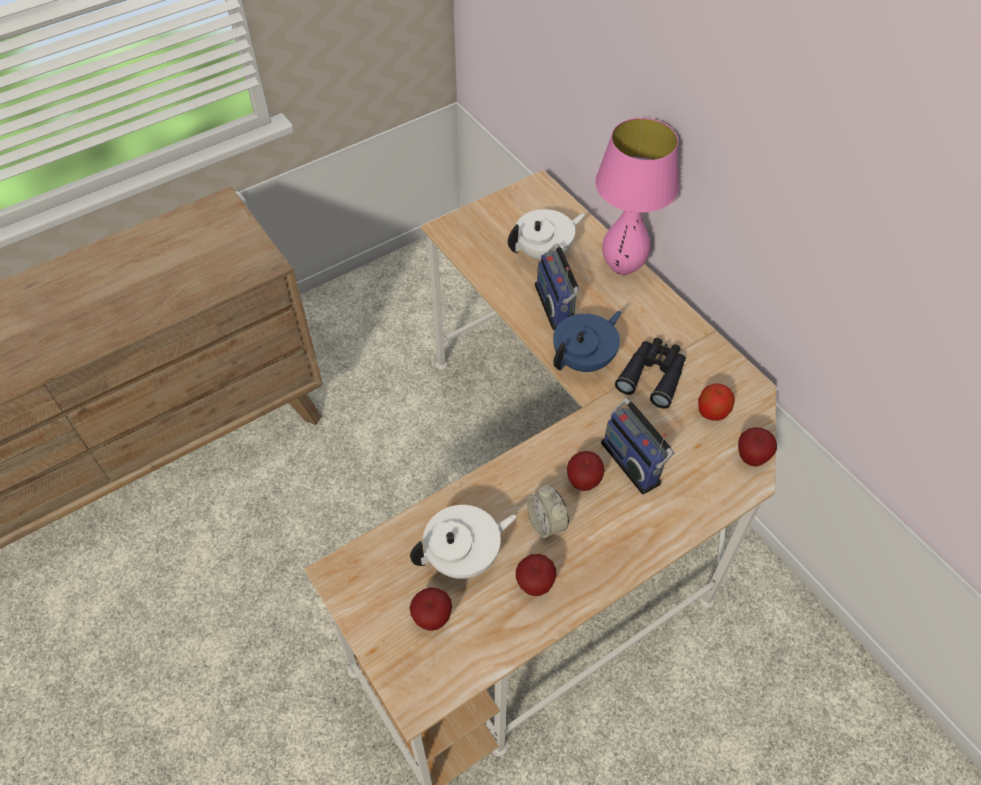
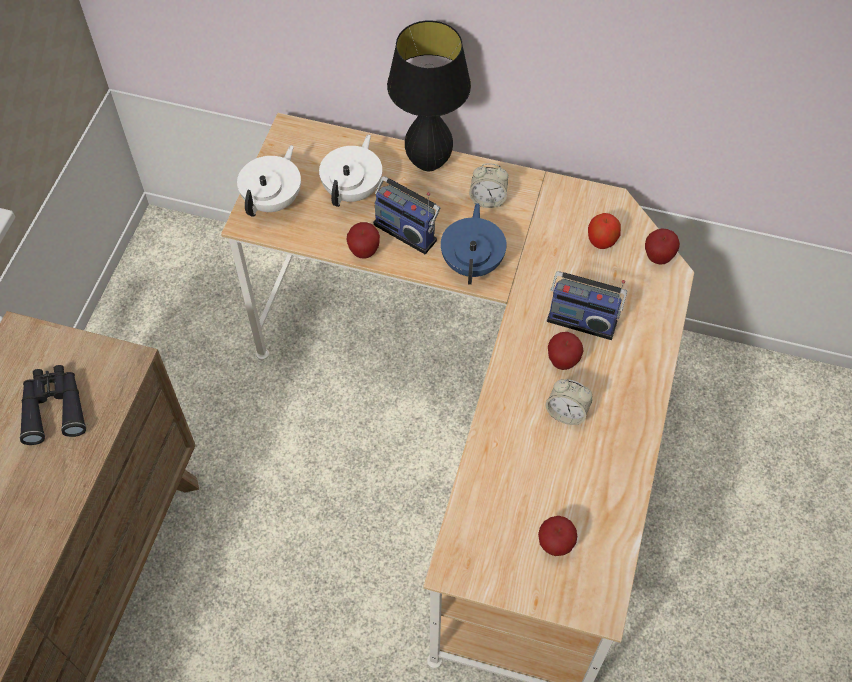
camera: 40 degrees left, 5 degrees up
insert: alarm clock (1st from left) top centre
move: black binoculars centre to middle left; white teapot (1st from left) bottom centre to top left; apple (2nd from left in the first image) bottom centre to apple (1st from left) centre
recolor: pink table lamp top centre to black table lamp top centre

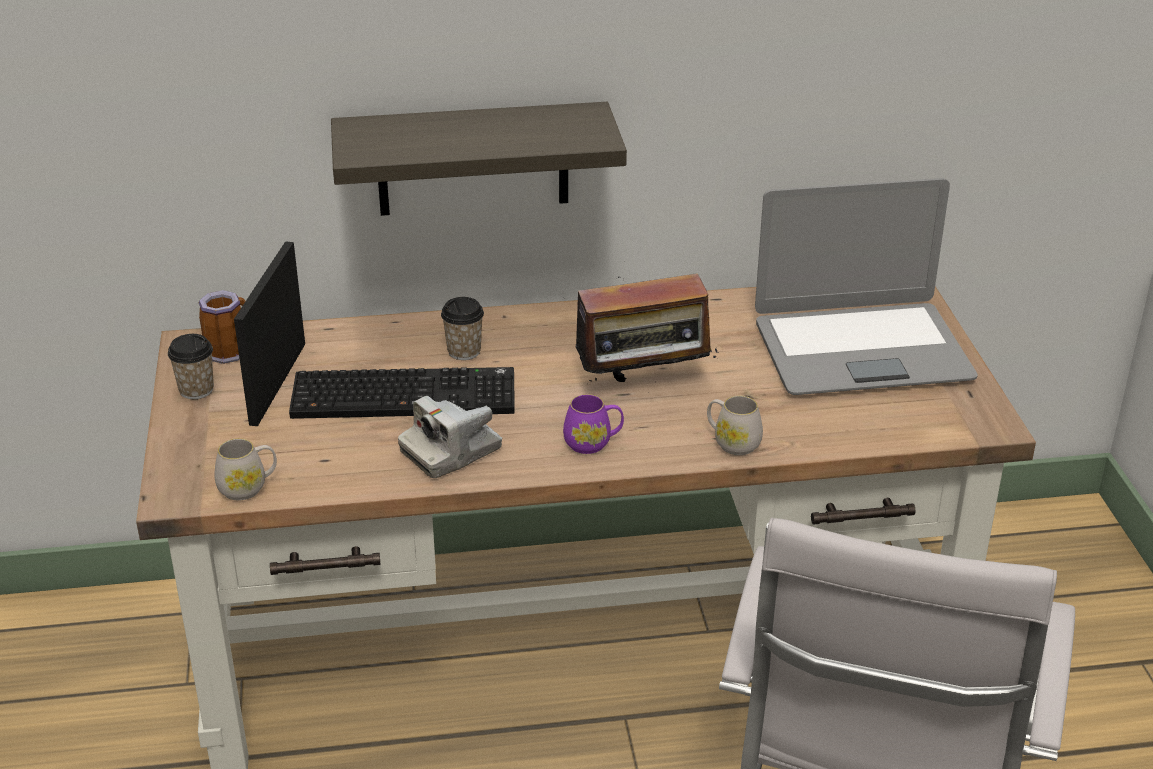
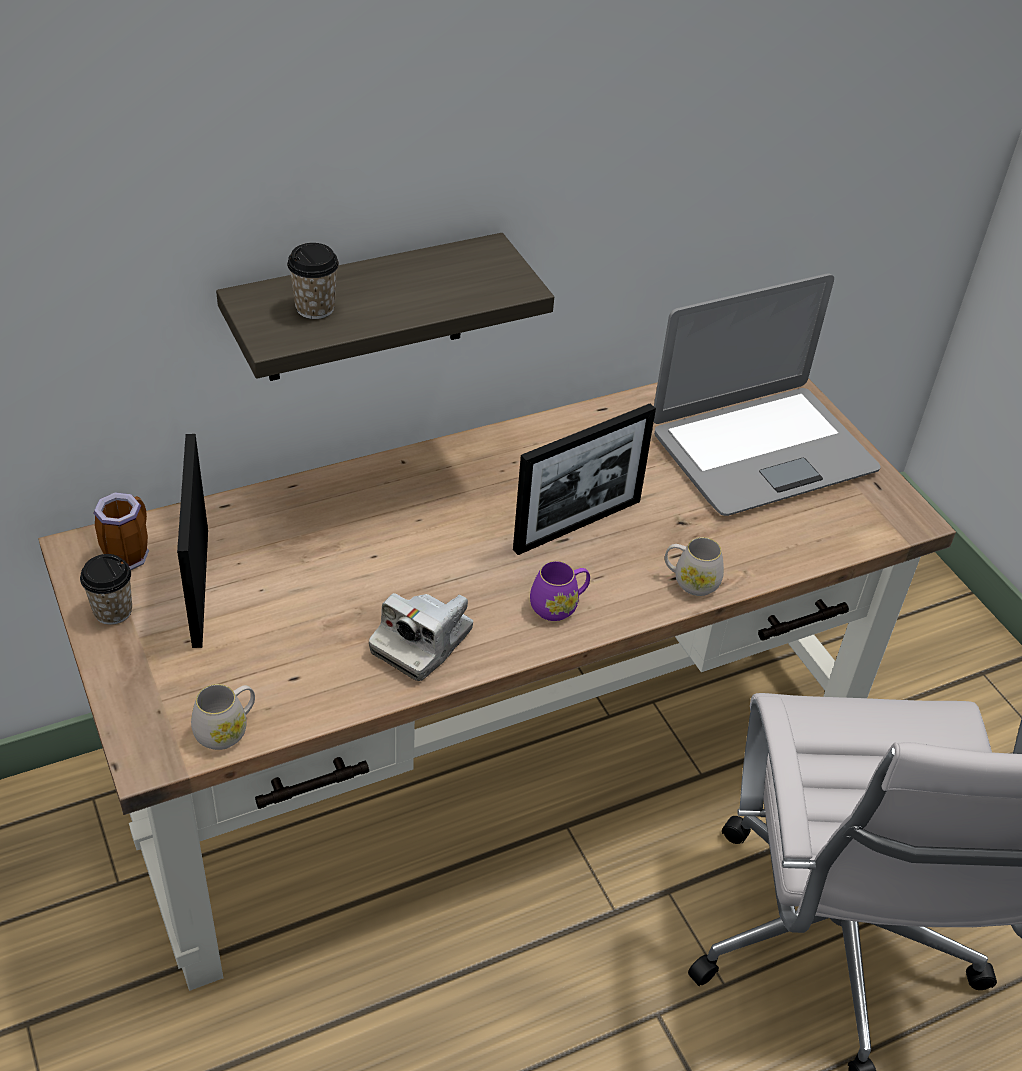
camera: 20 degrees left, 10 degrees up
delete: keyboard centre
move: cup (2nd from left) centre to top left
replace: radio centre to picture frame (2nd from left) centre

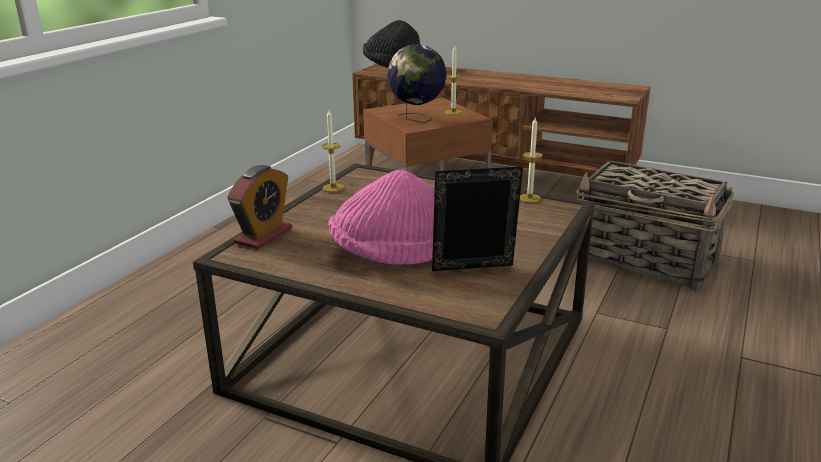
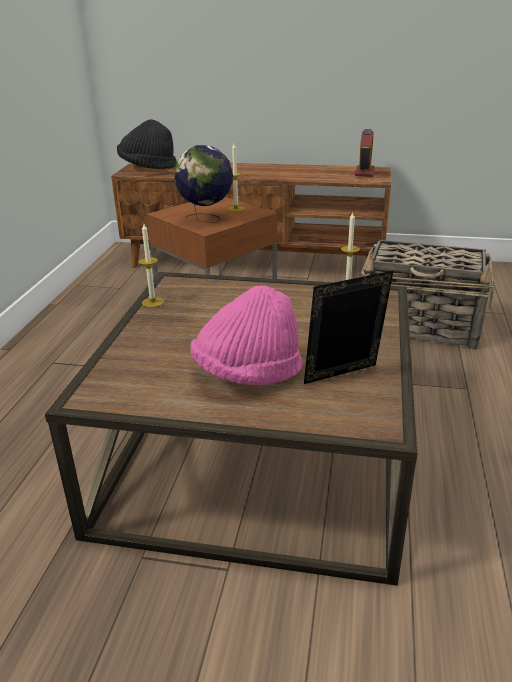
camera: 15 degrees left, 5 degrees up
move: alarm clock middle left to top right

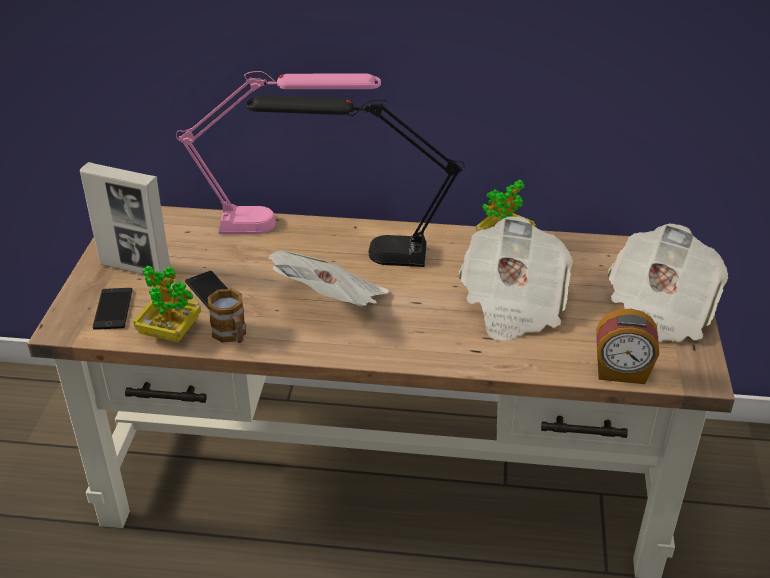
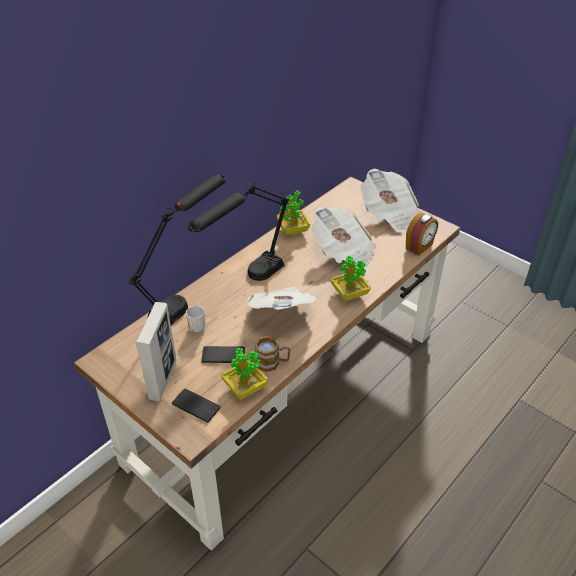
camera: 55 degrees left, 5 degrees up
insert: potted plant (3rd from left) centre; mug (1st from left) centre
recolor: pink table lamp top centre to black table lamp (1st from left) middle left
rotate: picture frame middle left = middle left 45 degrees counterclockwise

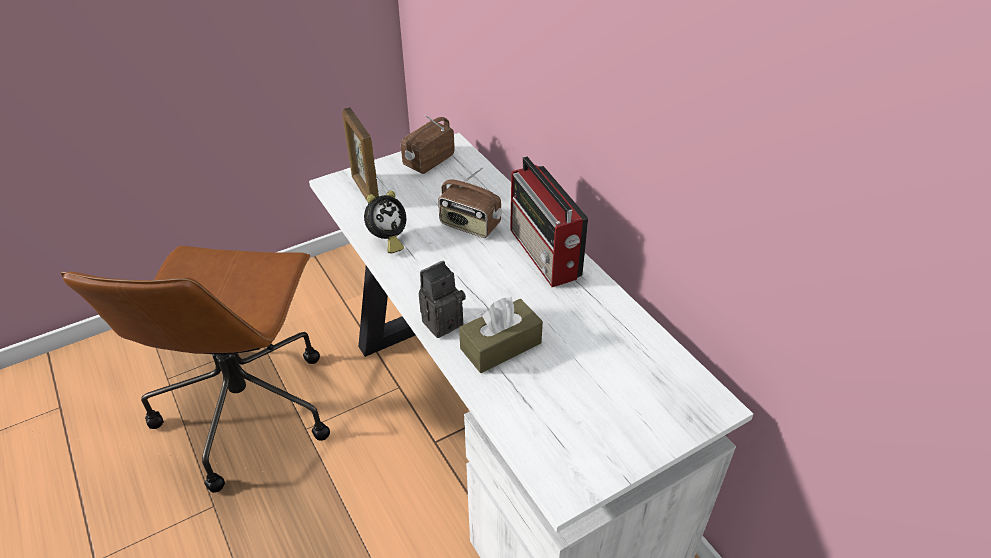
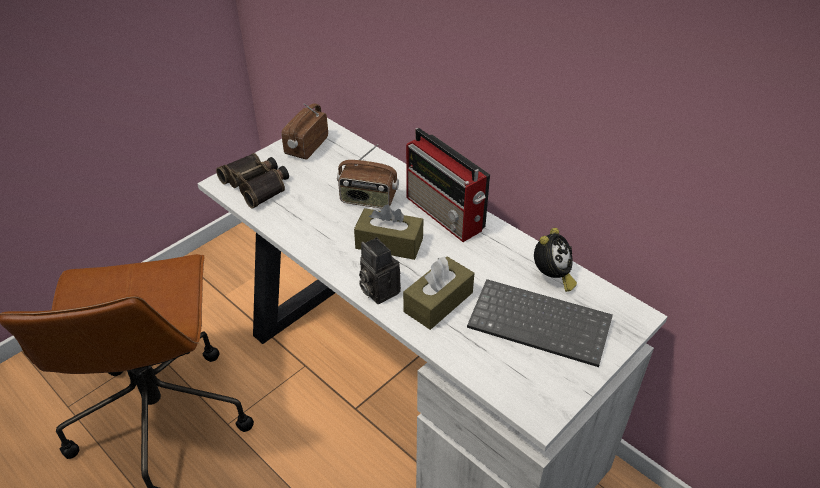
camera: 15 degrees left, 0 degrees up
insert: brown tissue box (1st from left) centre; keyboard centre
move: alarm clock centre to middle right
replace: picture frame top centre to binoculars middle left
rotate: photo camera centre = centre 75 degrees counterclockwise

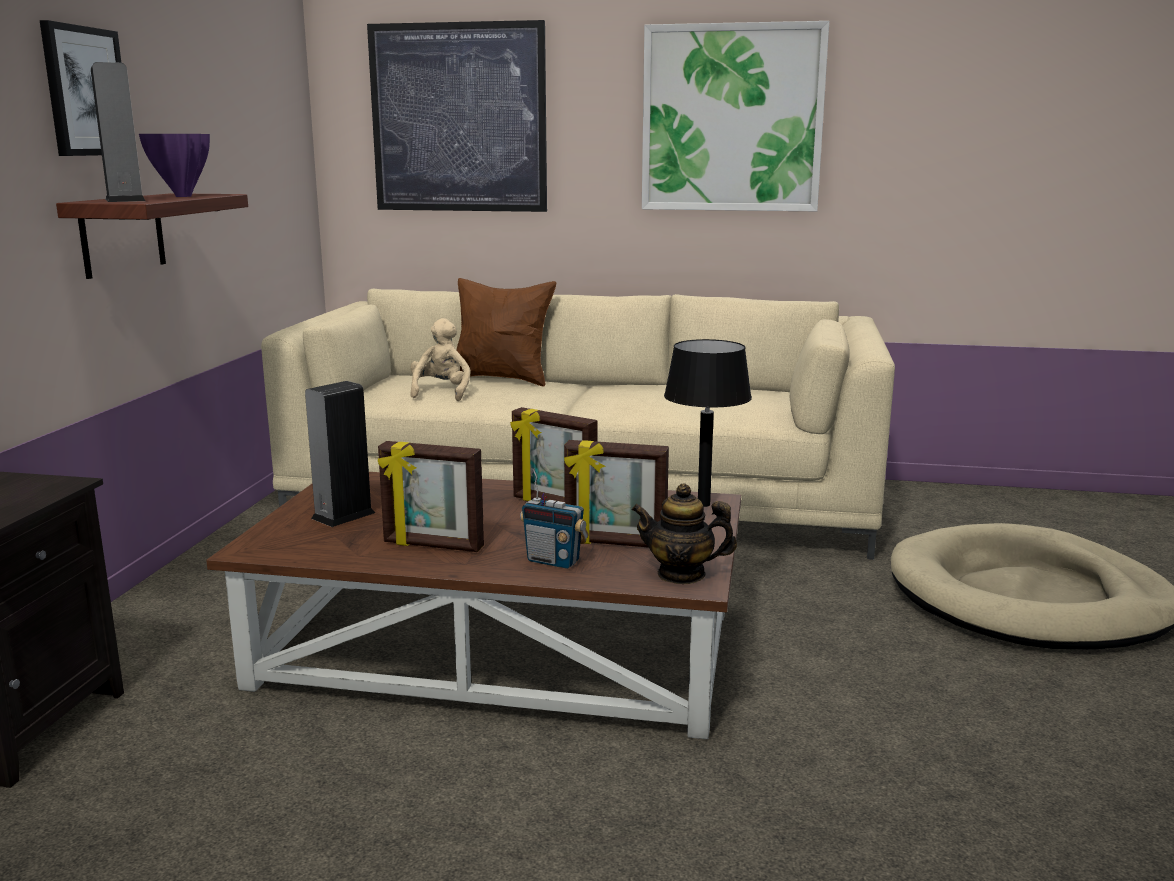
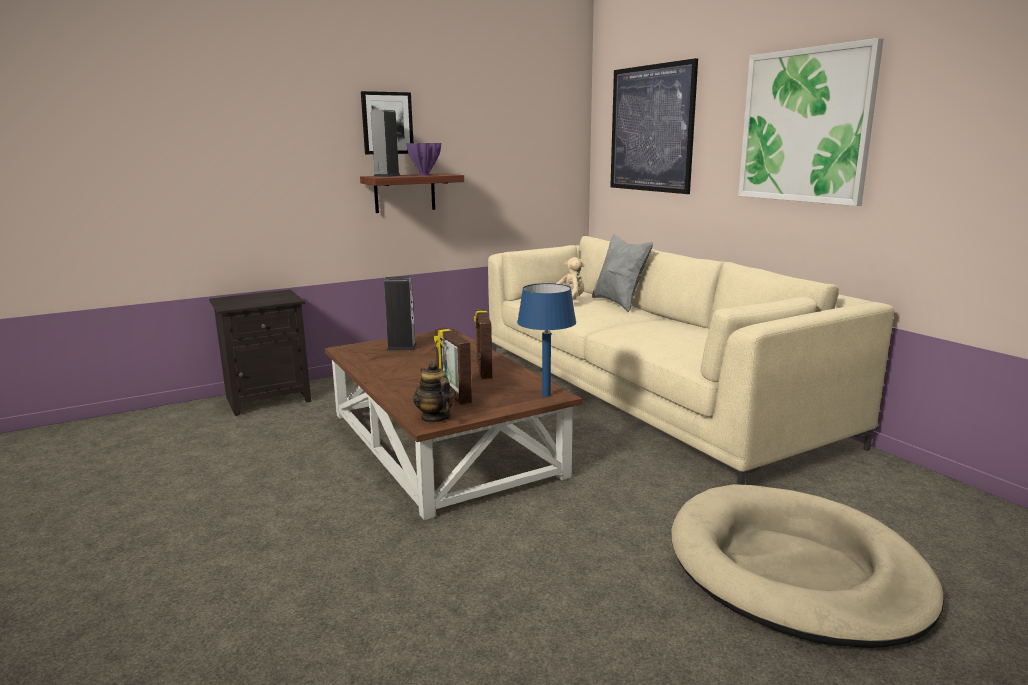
camera: 50 degrees right, 0 degrees up
delete: picture frame (1st from left) centre; radio centre
recolor: brown pillow centre to grey pillow centre; black table lamp centre to blue table lamp centre

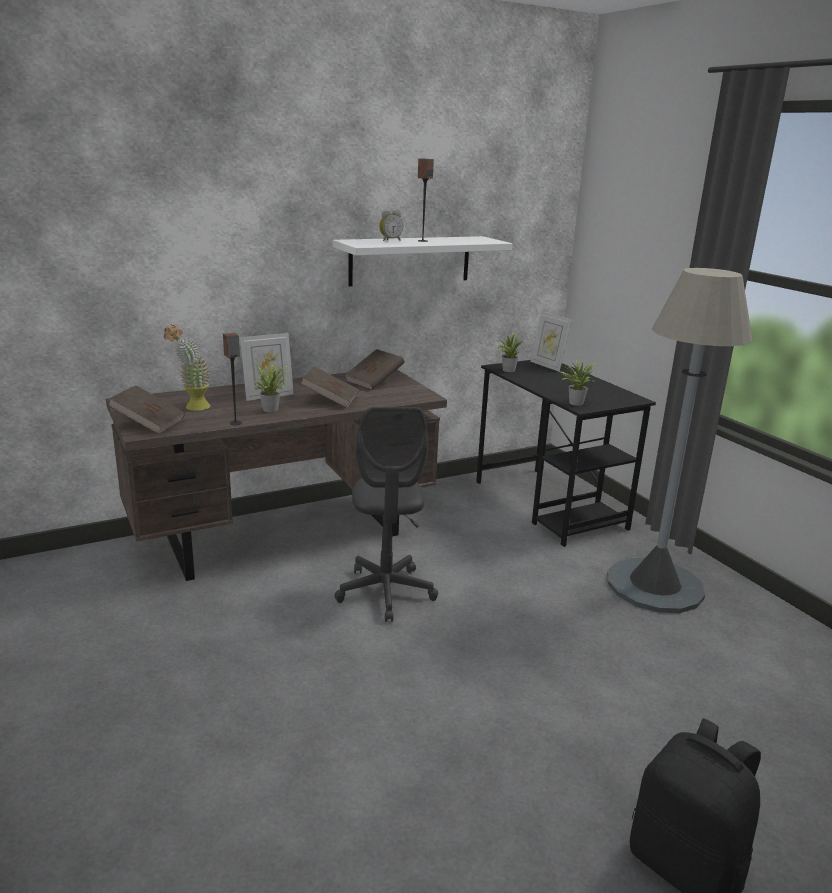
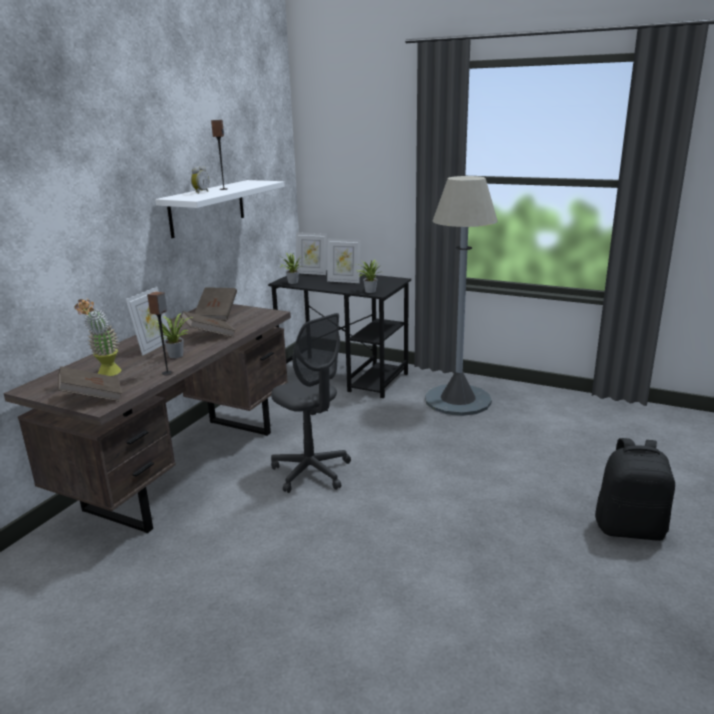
camera: 35 degrees left, 0 degrees up
insert: picture frame (3rd from left) centre

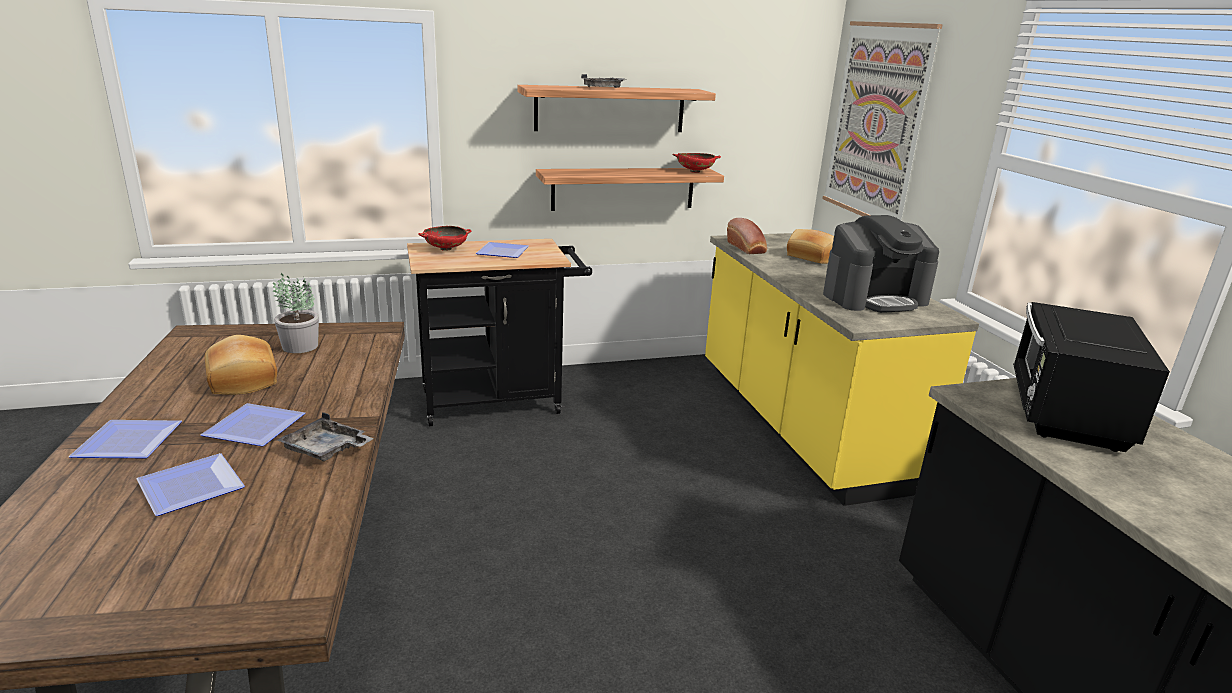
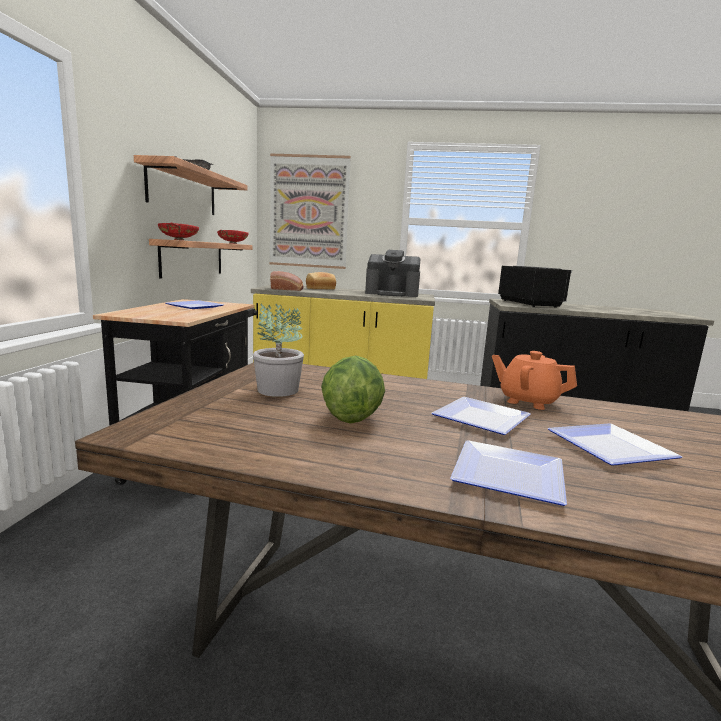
camera: 65 degrees left, 10 degrees down
move: red bowl (1st from left) centre to top left
replace: bread (1st from left) middle left to lettuce centre; grey tray (1st from left) middle left to orange teapot middle right
rotate: coffee machine middle right = centre 90 degrees clockwise; black microwave middle right = middle right 150 degrees counterclockwise

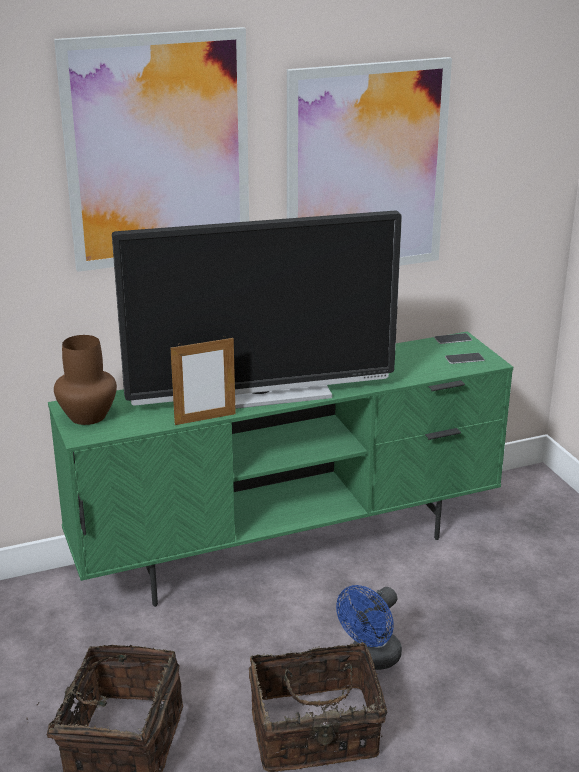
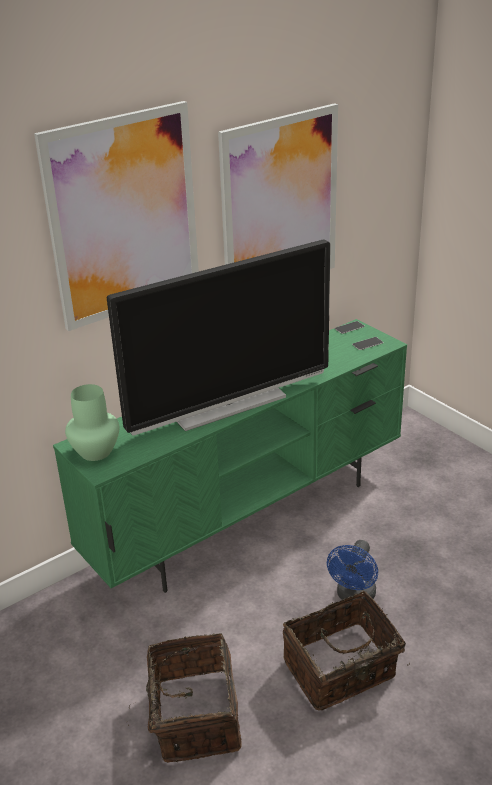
camera: 15 degrees left, 5 degrees up
delete: picture frame centre
recolor: brown vase middle left to green vase middle left

